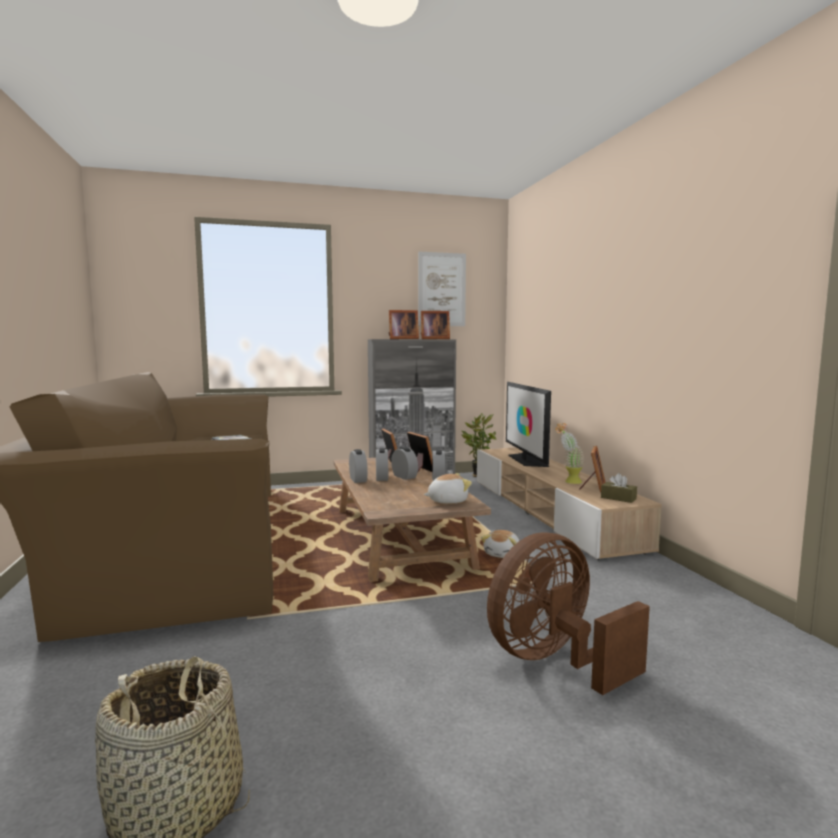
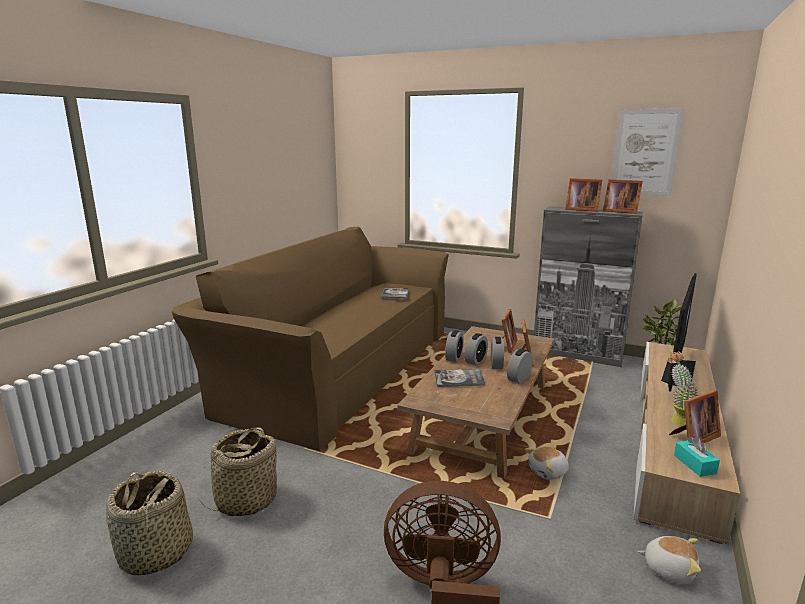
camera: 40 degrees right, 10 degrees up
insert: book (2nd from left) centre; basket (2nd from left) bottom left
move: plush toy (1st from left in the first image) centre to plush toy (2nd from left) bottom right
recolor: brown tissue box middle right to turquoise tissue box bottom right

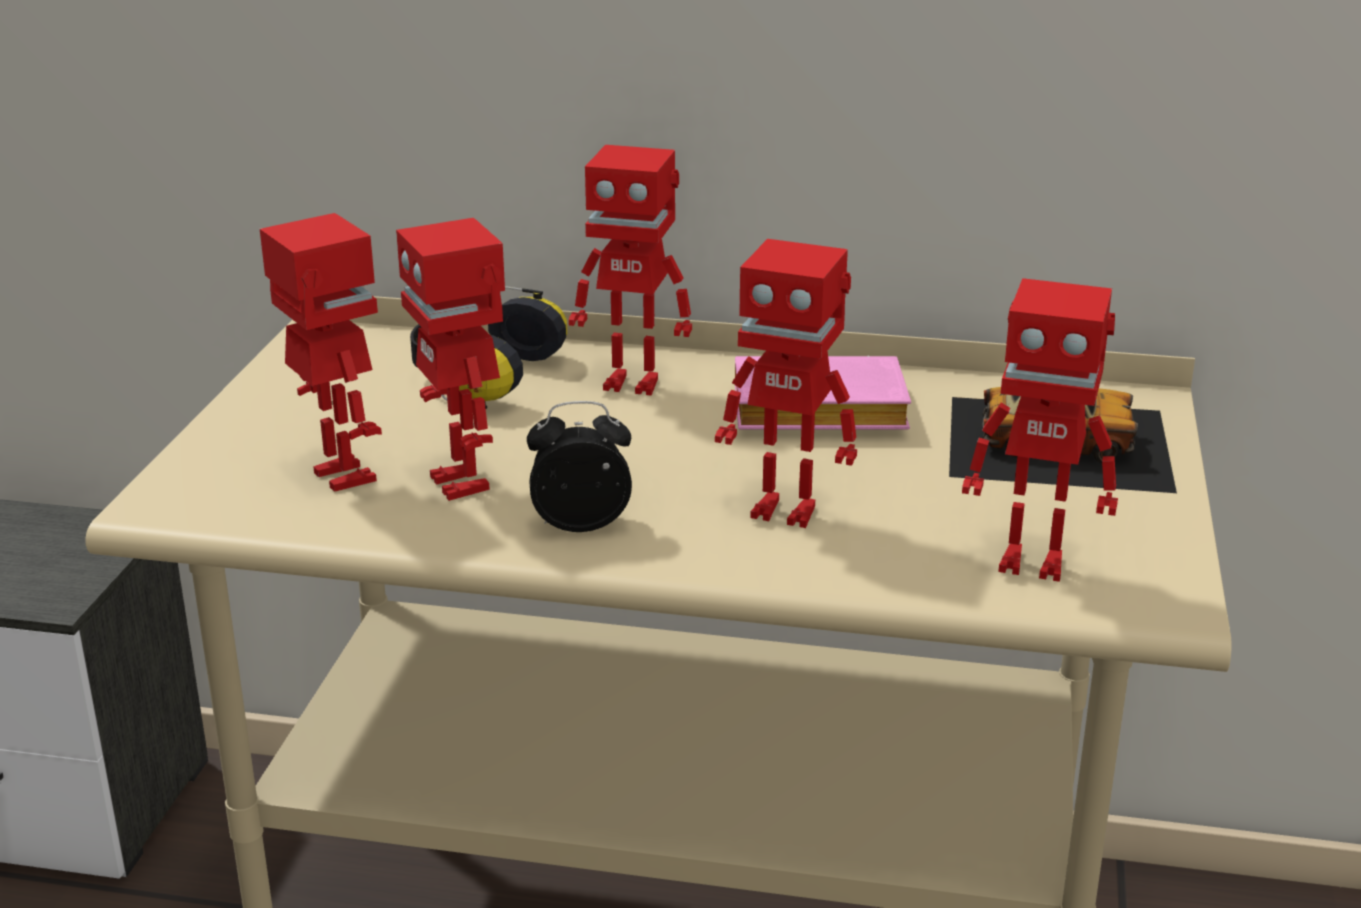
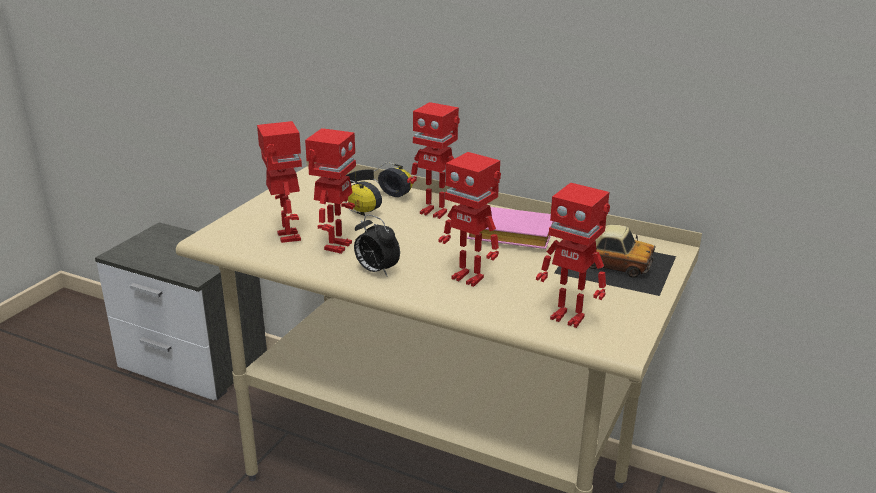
camera: 15 degrees right, 0 degrees up
rotate: toy robot (2nd from left) middle left = centre 150 degrees counterclockwise; alarm clock centre = centre 150 degrees counterclockwise

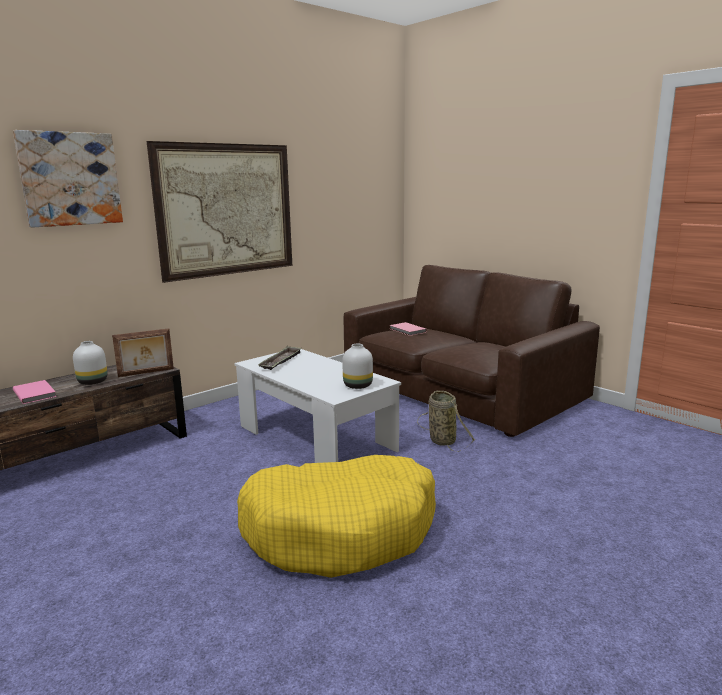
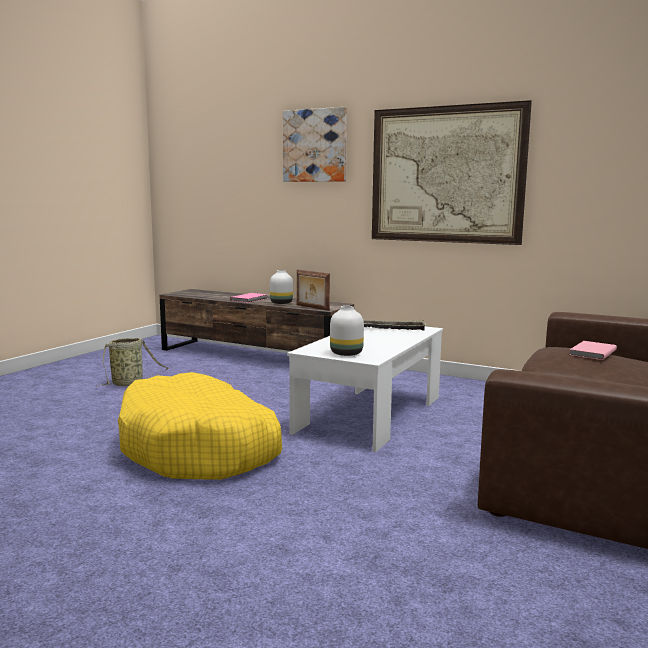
camera: 70 degrees right, 5 degrees down
move: basket centre to middle left

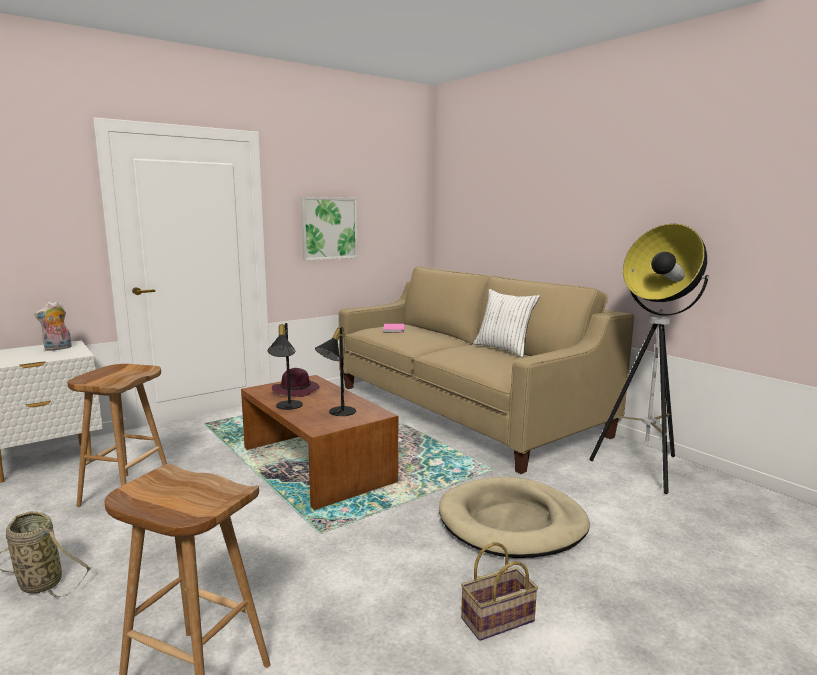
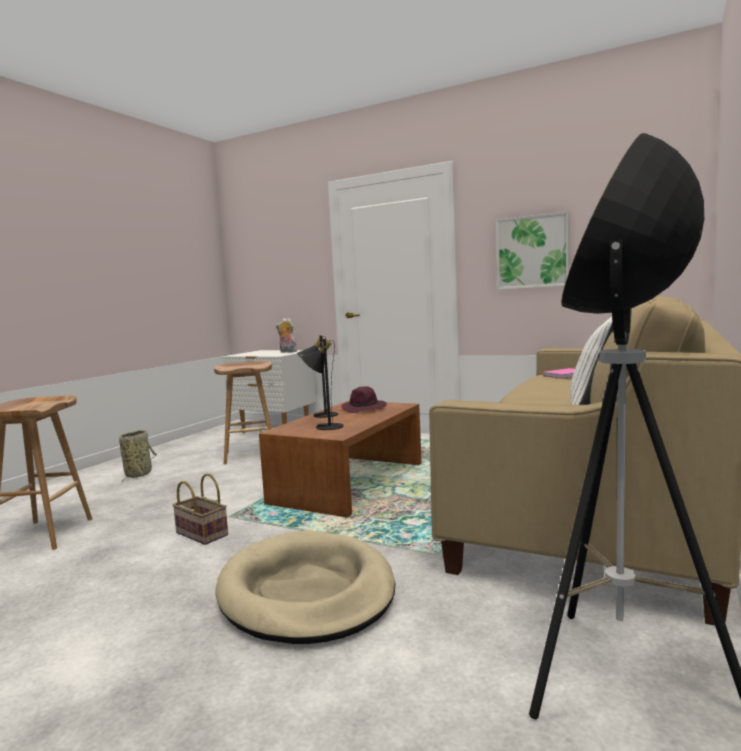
camera: 65 degrees right, 5 degrees down
move: basket (2nd from left) bottom centre to bottom left

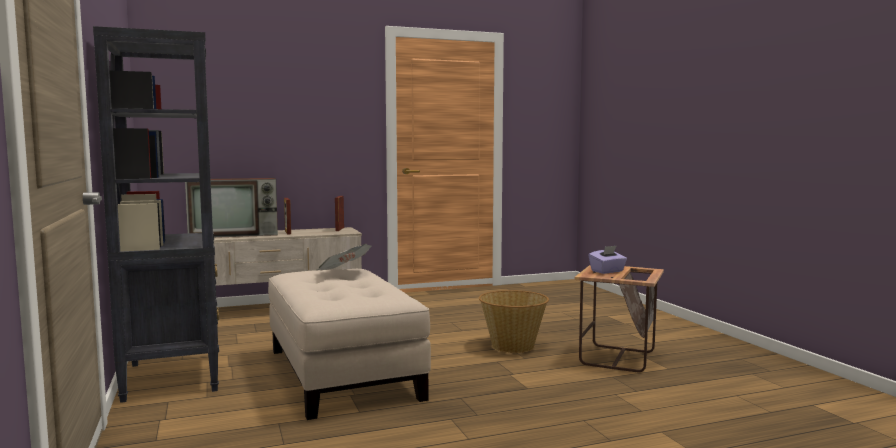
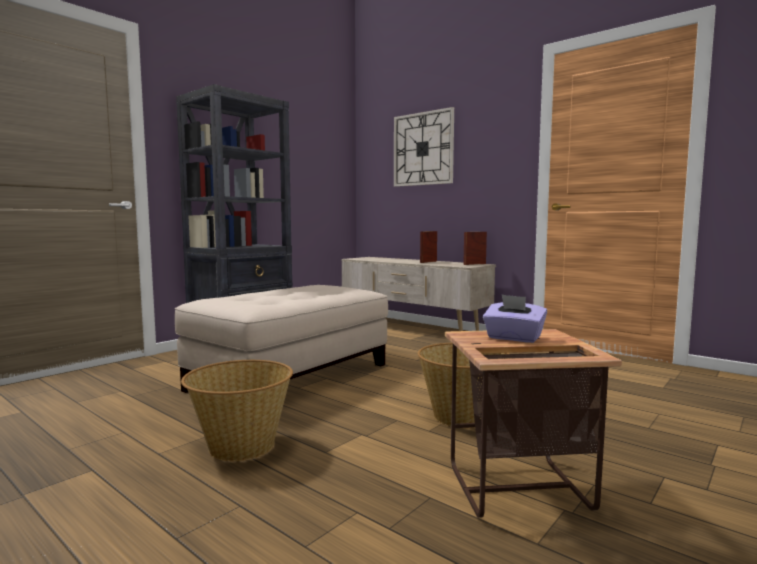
camera: 60 degrees right, 0 degrees up
delete: television middle left; newspaper centre
insert: wall clock top centre; basket (1st from left) bottom left

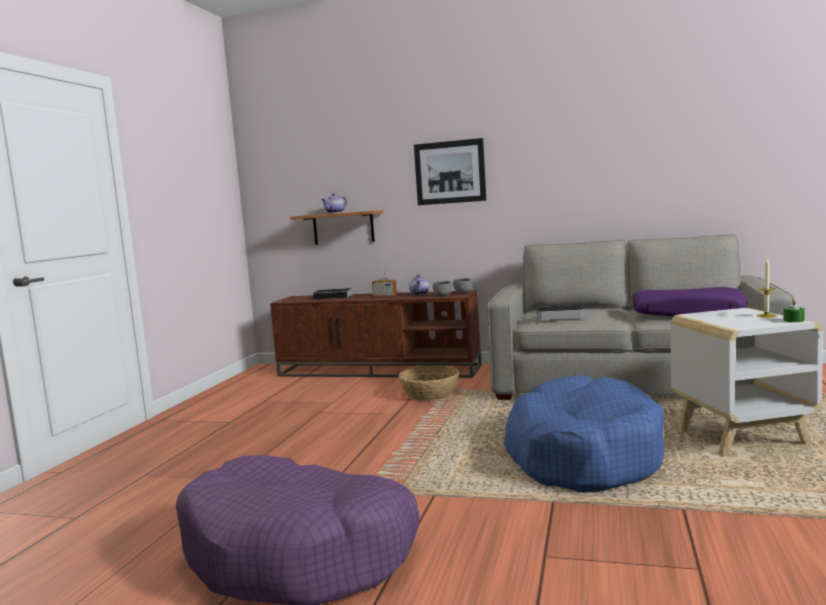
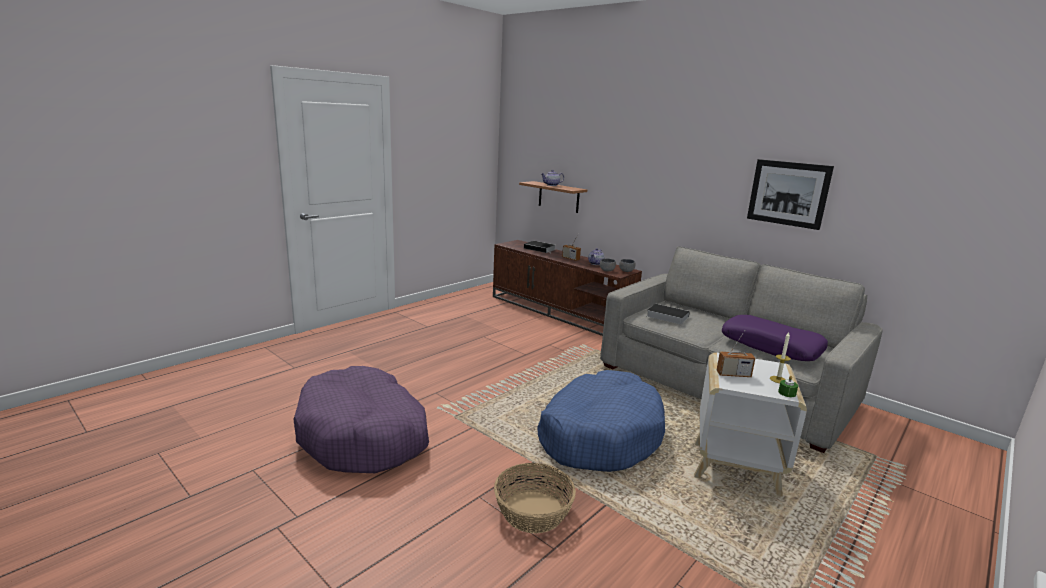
camera: 25 degrees right, 10 degrees up
insert: radio (2nd from left) middle right
move: picture top centre to top right; basket centre to bottom centre

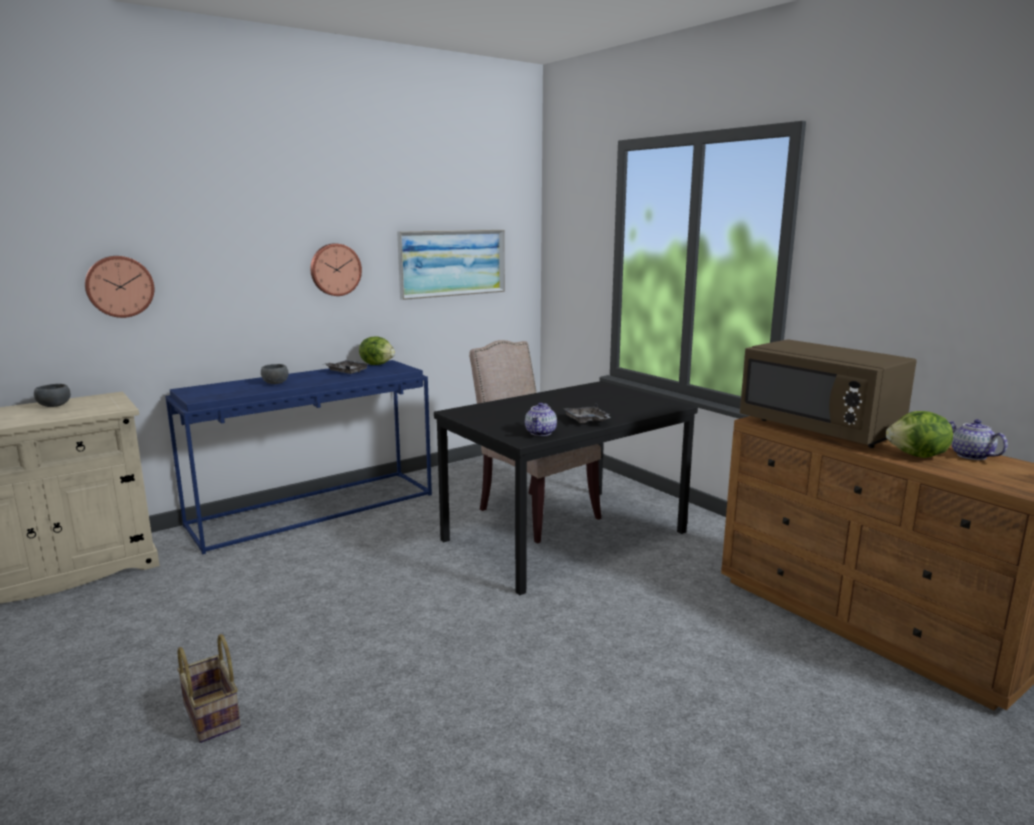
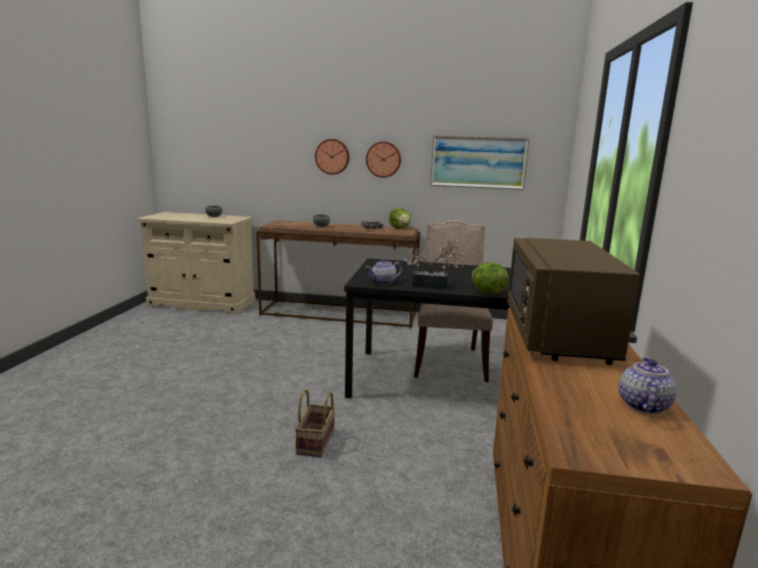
camera: 45 degrees right, 0 degrees up
move: wall clock (1st from left) middle left to top centre; lettuce (2nd from left) middle right to centre; basket bottom left to bottom centre
replace: grey tray (2nd from left) centre to potted plant centre
recolor: blue console table middle left to brown console table centre

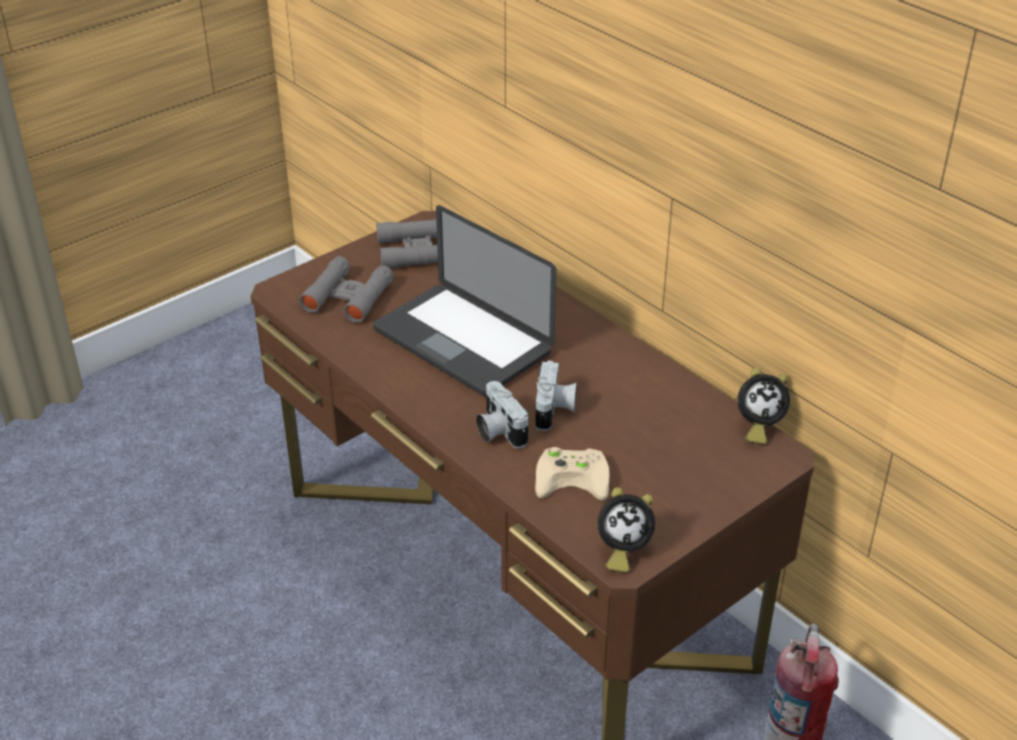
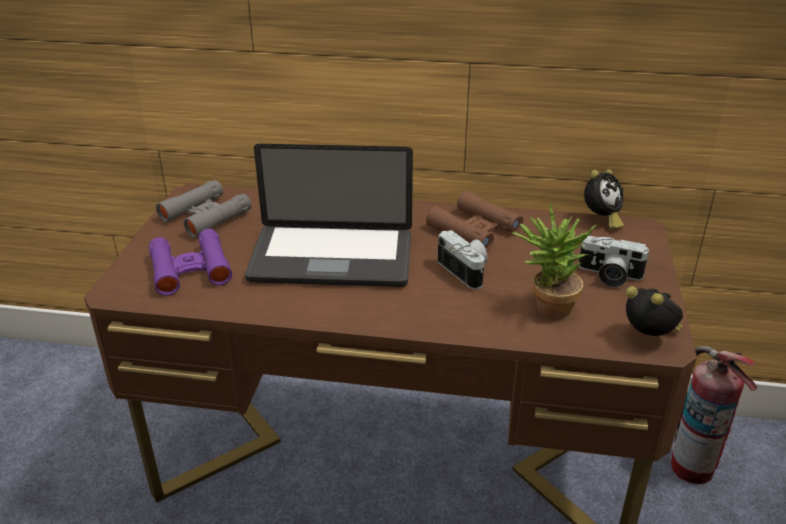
camera: 40 degrees left, 5 degrees down
insert: brown binoculars centre
move: photo camera (1st from left in the first image) centre to photo camera (2nd from left) middle right
replace: beige game controller centre to potted plant middle right
recolor: grey binoculars (1st from left) centre to purple binoculars middle left
rotate: alarm clock (1st from left in the first image) bottom centre = middle right 90 degrees counterclockwise

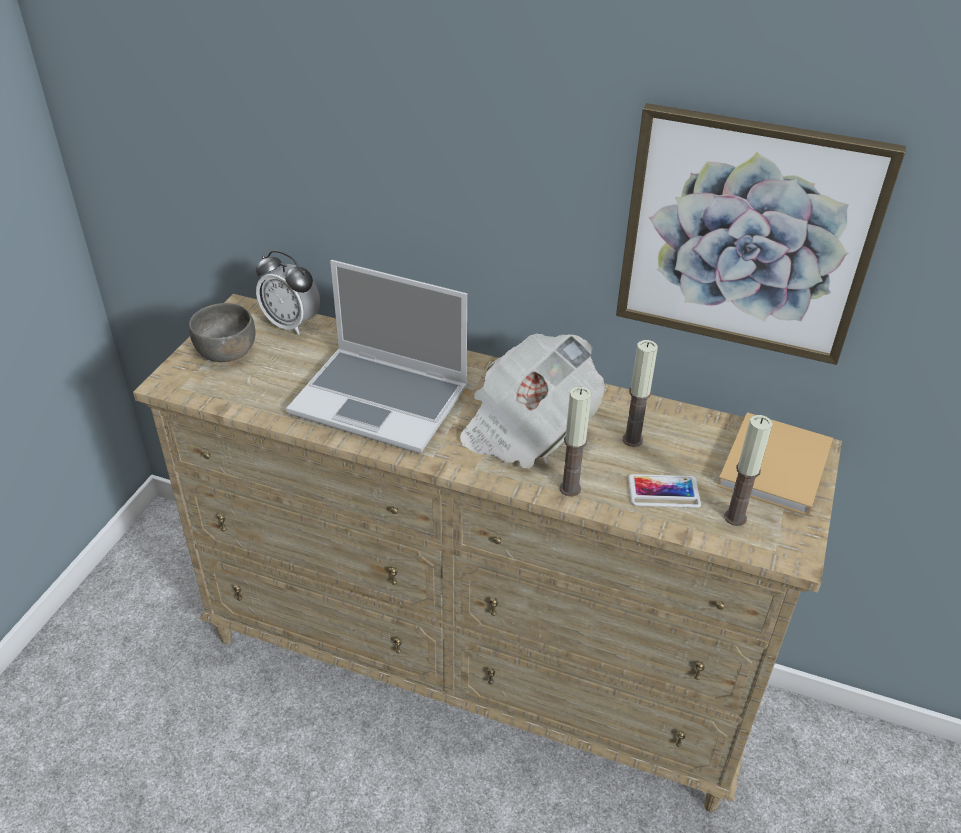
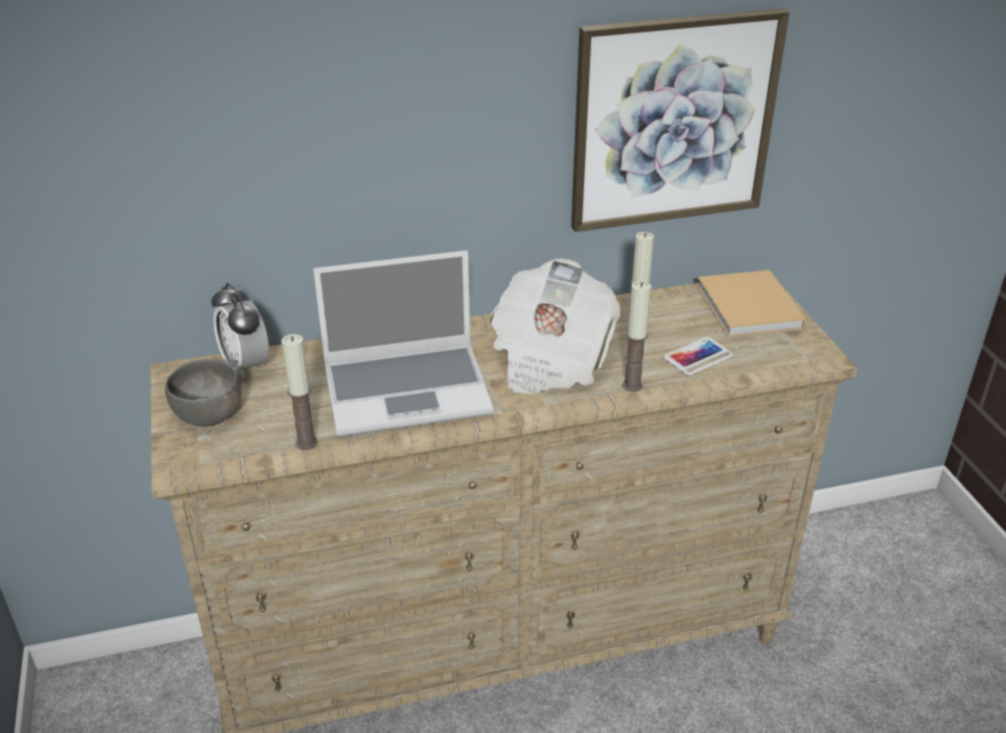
camera: 35 degrees left, 5 degrees down
move: candle (3rd from left in the first image) middle right to candle (1st from left) middle left
rotate: alarm clock middle left = middle left 60 degrees clockwise

